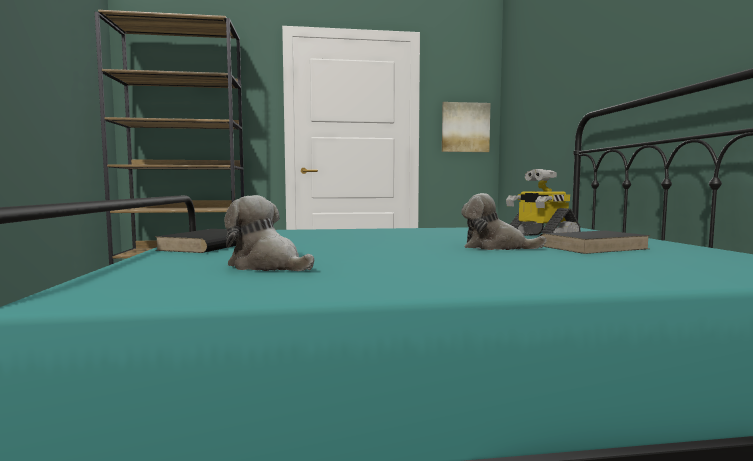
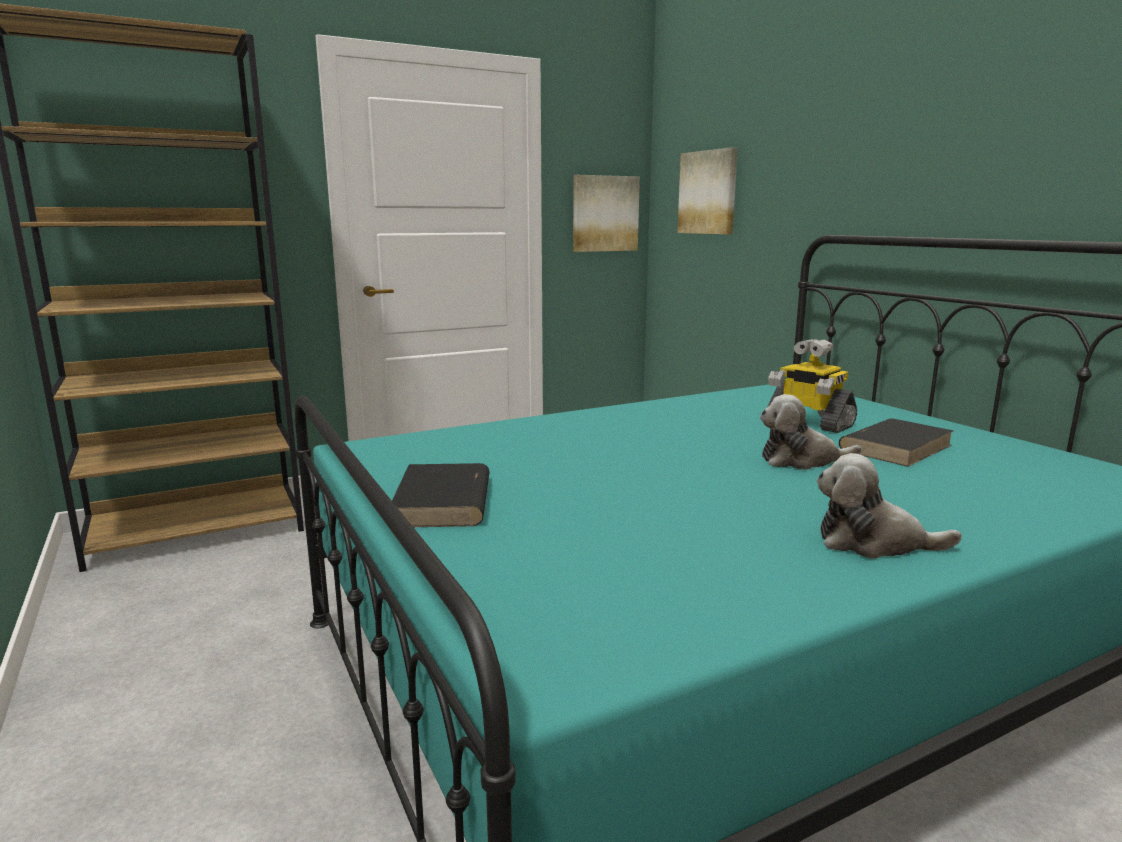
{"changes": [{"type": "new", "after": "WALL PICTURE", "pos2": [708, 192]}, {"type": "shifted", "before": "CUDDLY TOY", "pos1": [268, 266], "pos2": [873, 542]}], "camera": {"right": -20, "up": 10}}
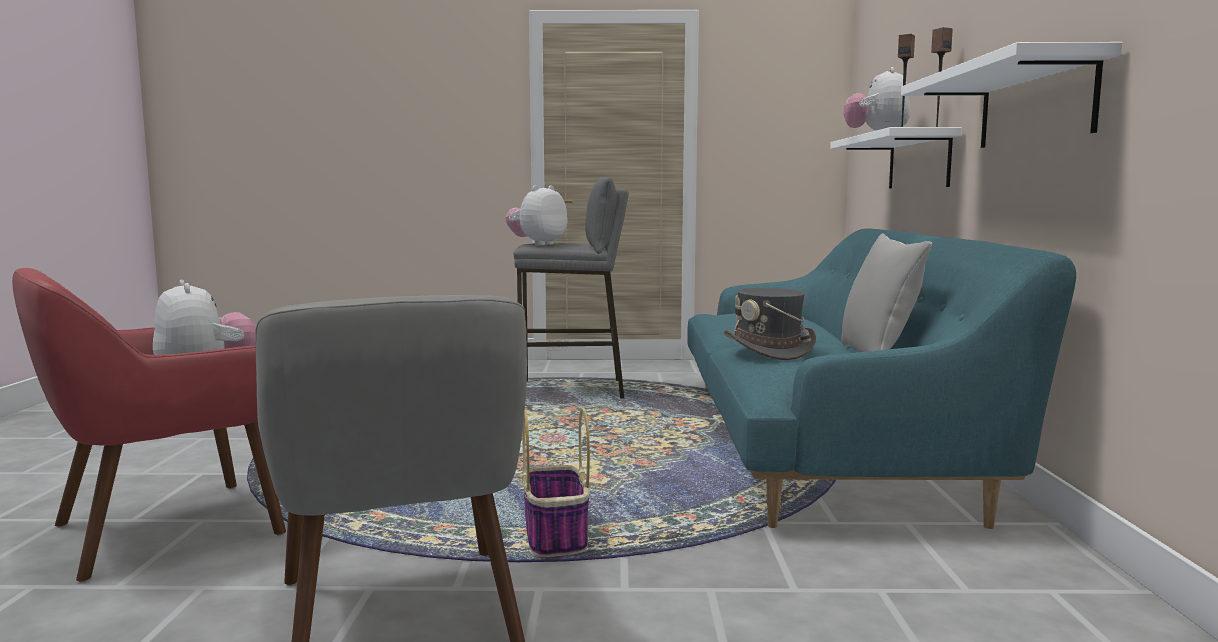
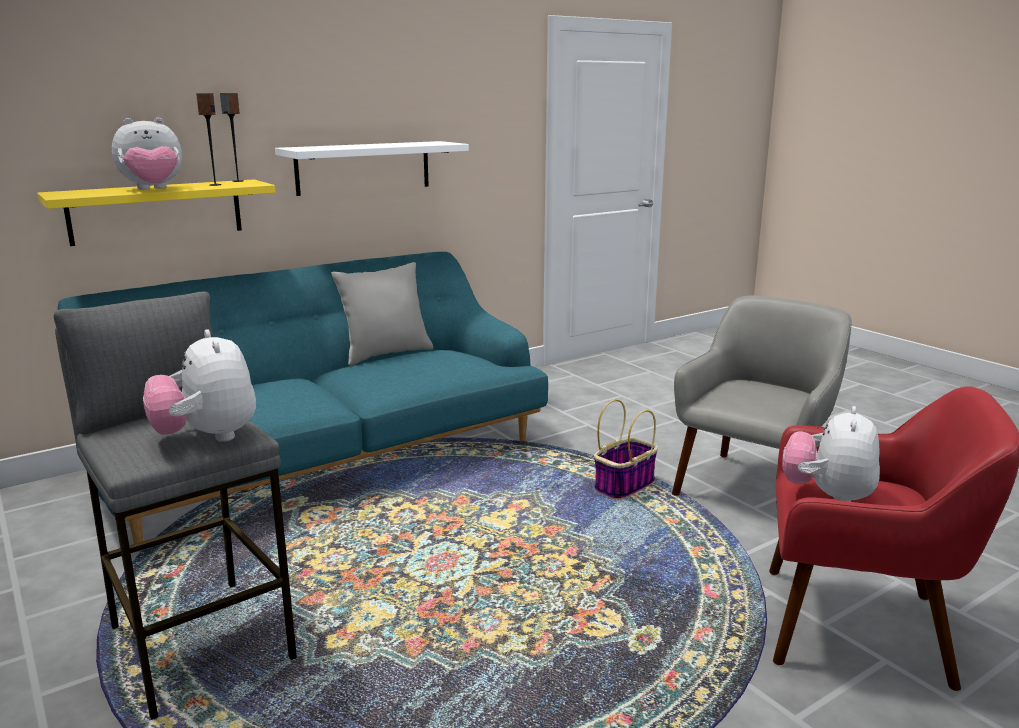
{"changes": [{"type": "gone", "before": "GREYISH WEARABLE HAT", "pos1": [769, 350]}, {"type": "repainted", "before": "WHITE BRACKET SHELF", "after": "YELLOWISH BRACKET SHELF", "pos1": [918, 161], "pos2": [156, 211]}, {"type": "rotated", "before": "CUDDLY TOY", "pos1": [537, 244], "pos2": [207, 437], "turn": 60}], "camera": {"right": -125, "up": 10}}
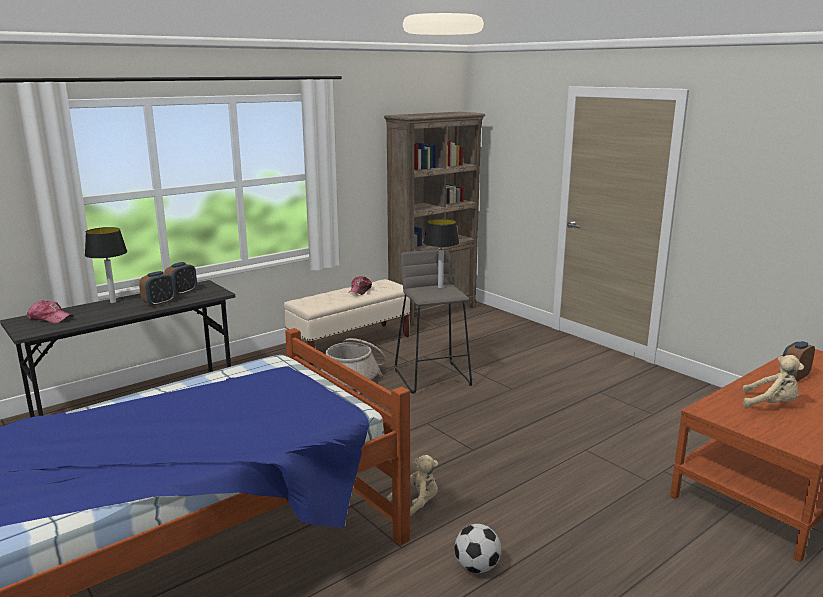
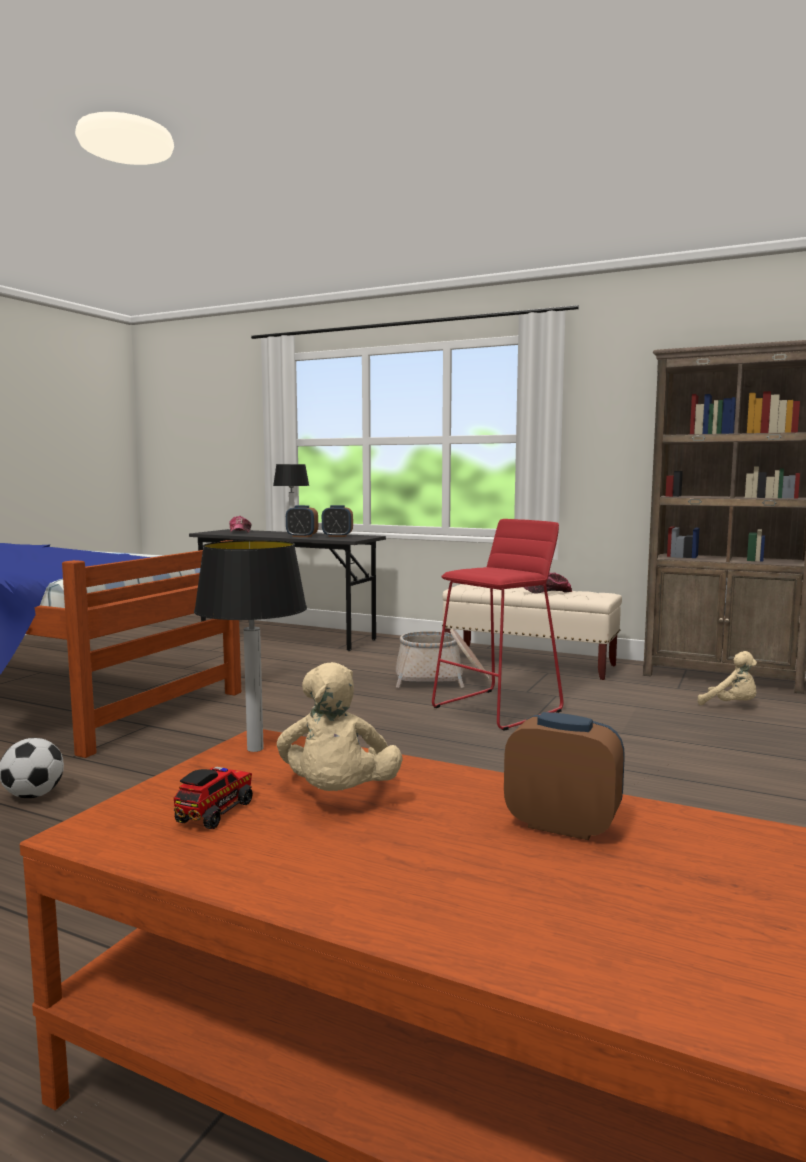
{"changes": [{"type": "new", "after": "MODEL TRUCK", "pos2": [216, 812]}, {"type": "shifted", "before": "BEIGE-COLOURED CUDDLY TOY", "pos1": [416, 505], "pos2": [731, 705]}, {"type": "shifted", "before": "TABLE LAMP", "pos1": [440, 287], "pos2": [256, 748]}, {"type": "repainted", "before": "GREYISH SITTING STOOL", "after": "RED-COLOURED SITTING STOOL", "pos1": [433, 377], "pos2": [497, 709]}], "camera": {"right": 65, "up": -10}}
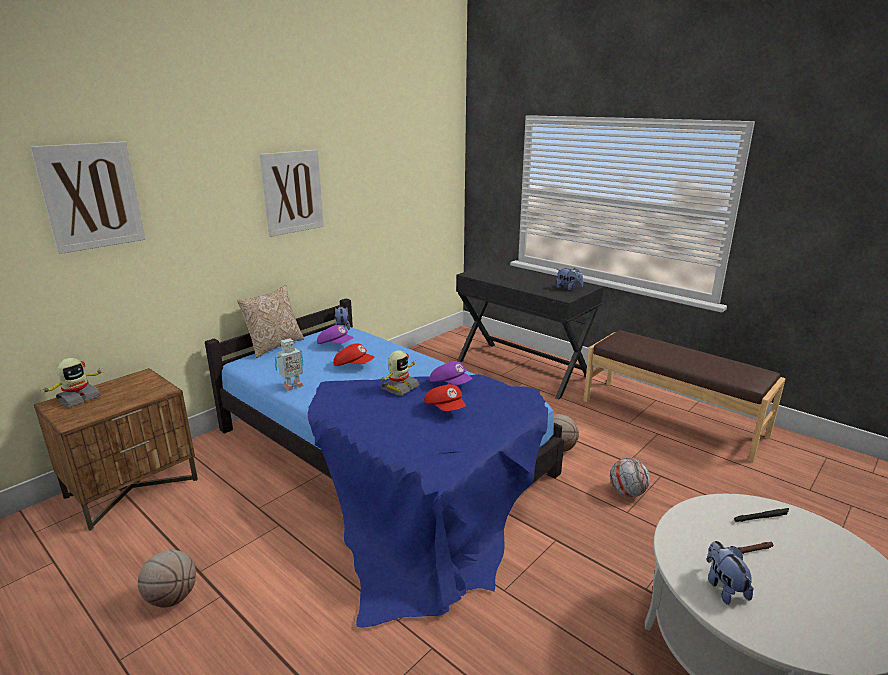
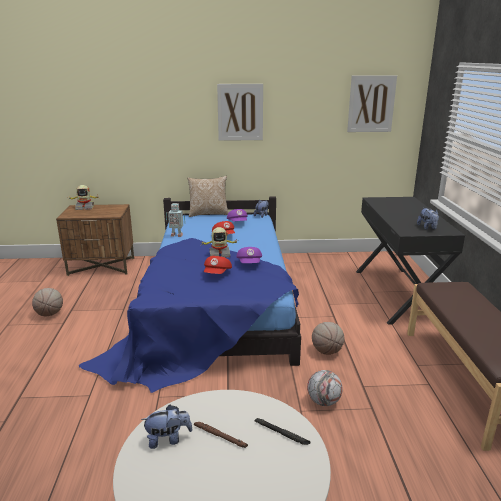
{"changes": [{"type": "shifted", "before": "WALL PICTURE", "pos1": [91, 196], "pos2": [371, 104]}, {"type": "rotated", "before": "CUDDLY TOY", "pos1": [723, 587], "pos2": [168, 439], "turn": 45}], "camera": {"right": 45, "up": 0}}
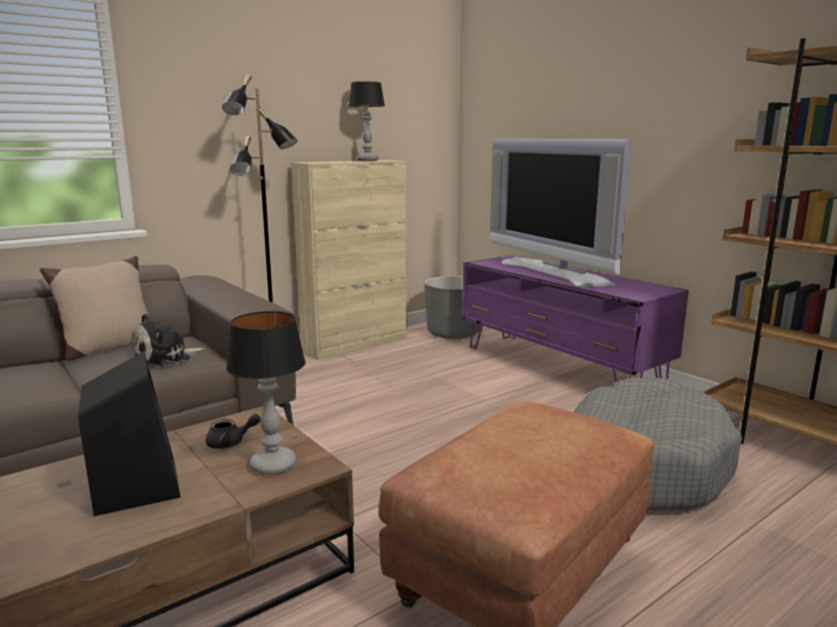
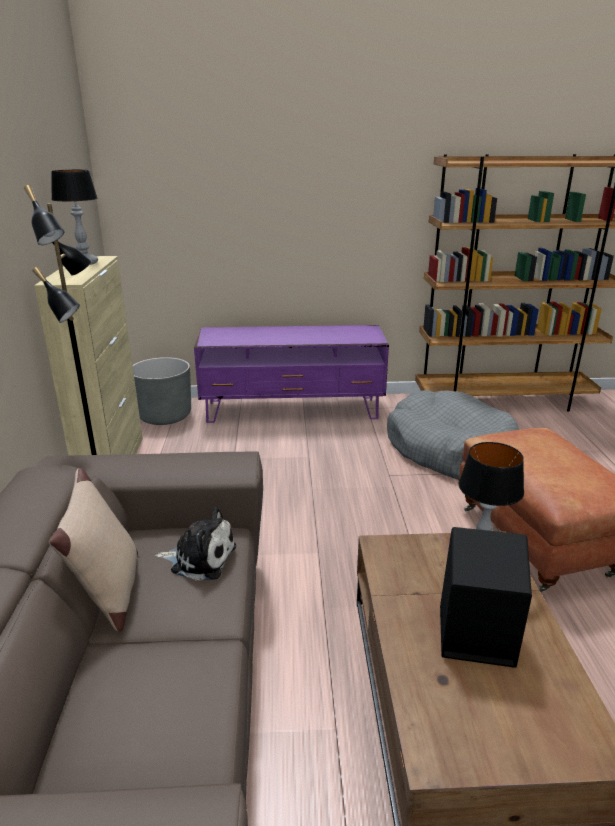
{"changes": [{"type": "gone", "before": "GREYISH TEAPOT", "pos1": [231, 443]}, {"type": "gone", "before": "TV SET", "pos1": [554, 272]}, {"type": "rotated", "before": "CUDDLY TOY", "pos1": [167, 357], "pos2": [200, 558], "turn": -75}], "camera": {"right": -55, "up": 10}}
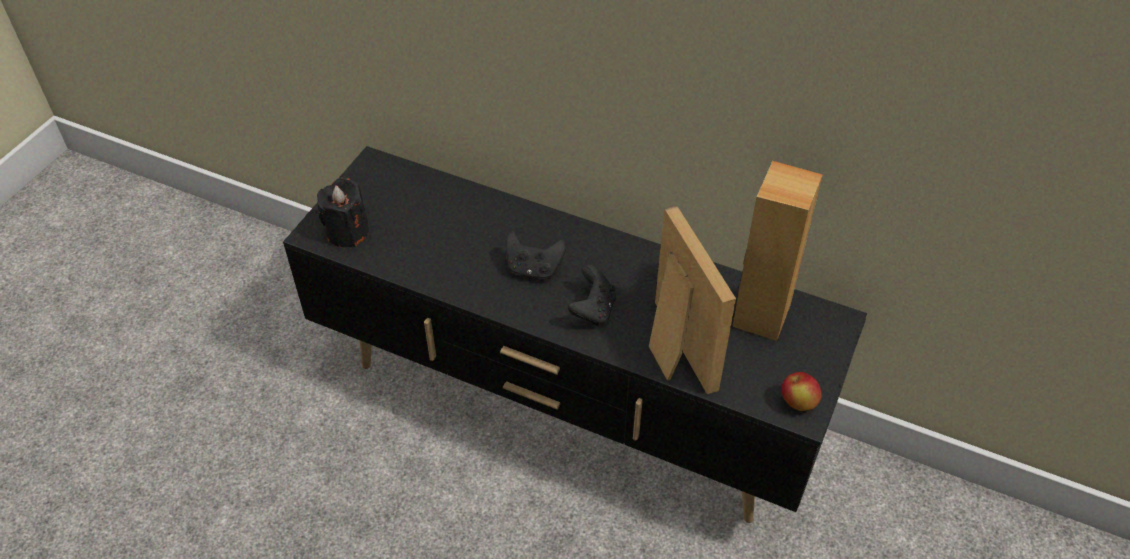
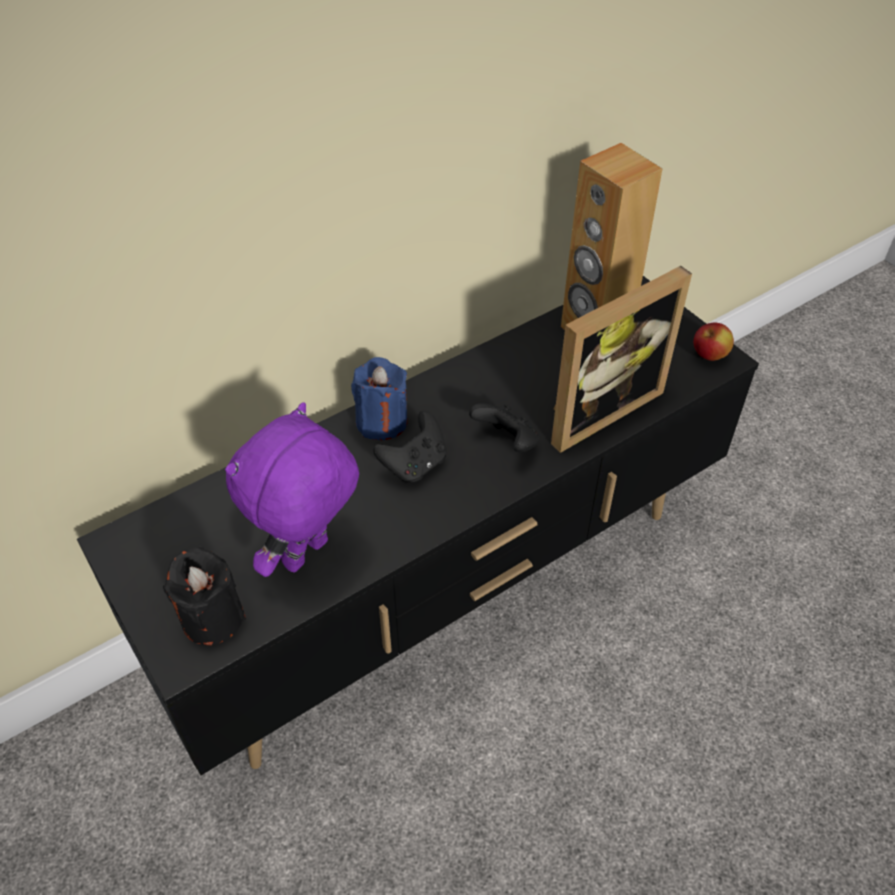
{"changes": [{"type": "new", "after": "PURPLISH CUDDLY TOY", "pos2": [307, 556]}, {"type": "new", "after": "BLUE-COLOURED WAX CANDLE", "pos2": [382, 421]}, {"type": "rotated", "before": "PICTURE FRAME", "pos1": [672, 349], "pos2": [597, 408], "turn": 135}], "camera": {"right": -60, "up": 0}}
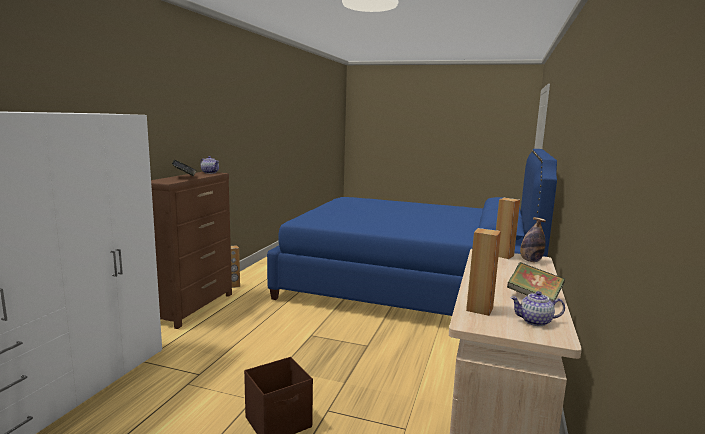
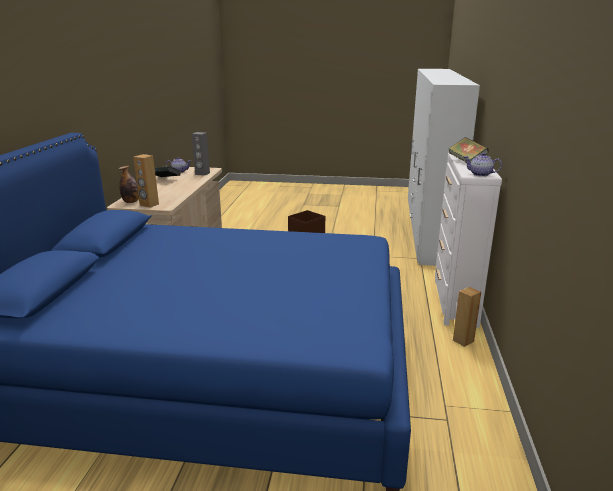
{"changes": [{"type": "repainted", "before": "BROWN DRAWER CHEST", "after": "WHITE DRAWER CHEST", "pos1": [195, 307], "pos2": [455, 302]}, {"type": "repainted", "before": "BROWN LOUDSPEAKER", "after": "GREYISH LOUDSPEAKER", "pos1": [479, 309], "pos2": [202, 174]}], "camera": {"right": 170, "up": 10}}
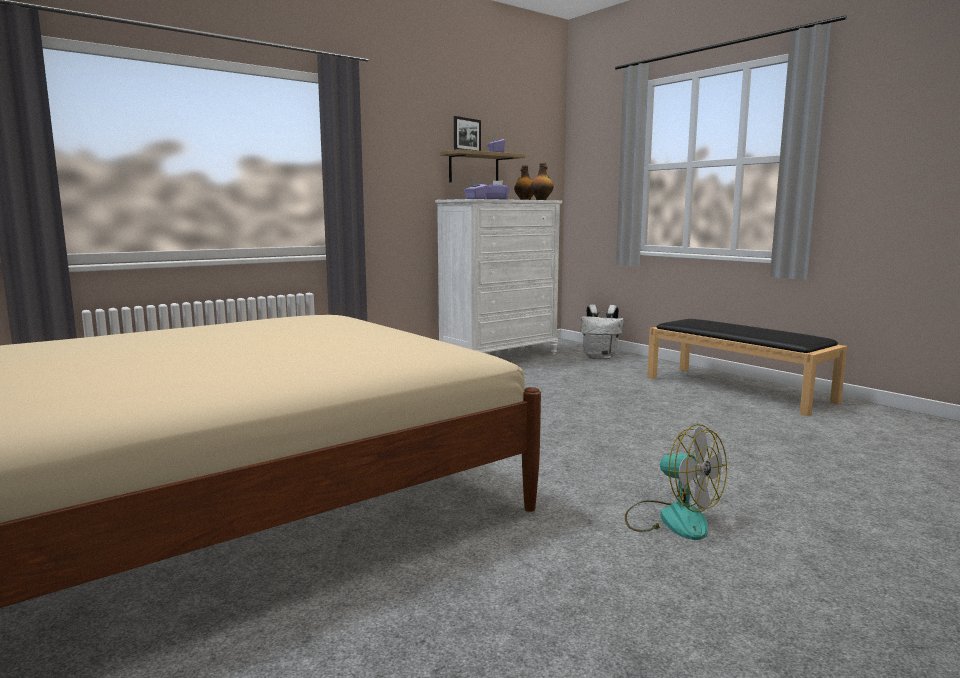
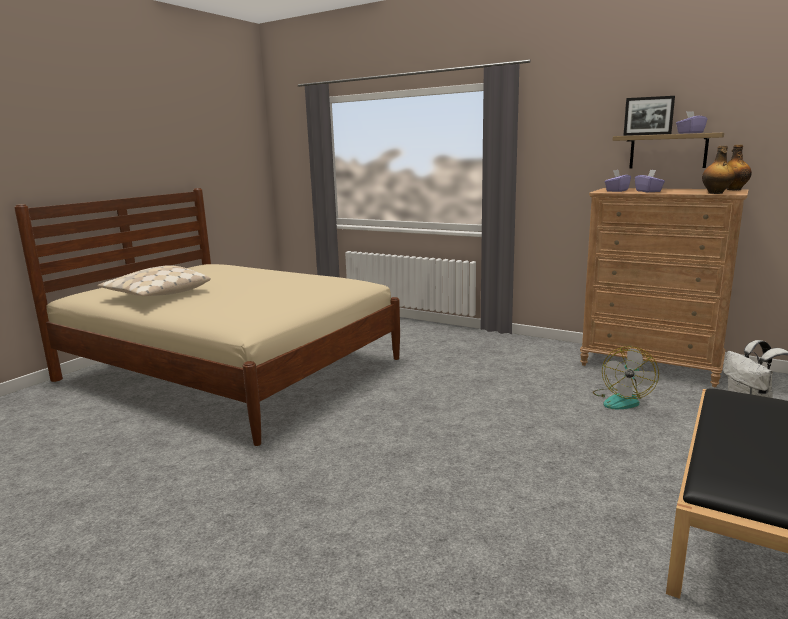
{"changes": [{"type": "new", "after": "BEIGE-COLOURED THROW PILLOW", "pos2": [156, 295]}, {"type": "shifted", "before": "COOLING FAN", "pos1": [671, 519], "pos2": [622, 400]}, {"type": "repainted", "before": "WHITE DRAWER CHEST", "after": "BROWN DRAWER CHEST", "pos1": [499, 356], "pos2": [650, 366]}], "camera": {"right": 70, "up": 5}}
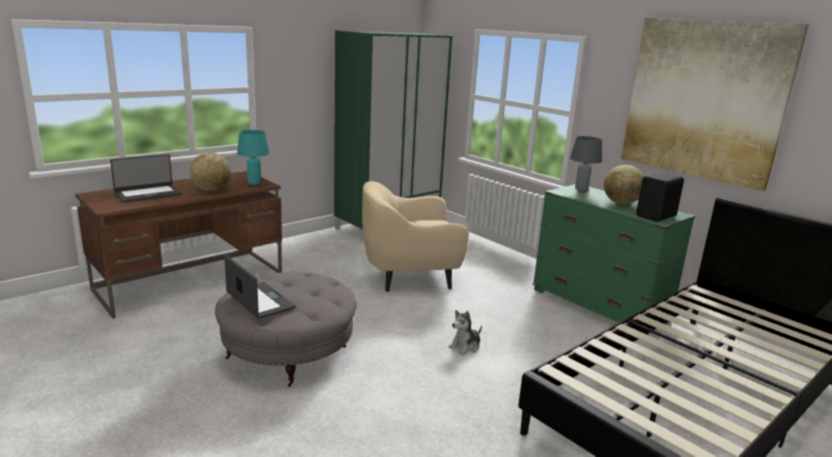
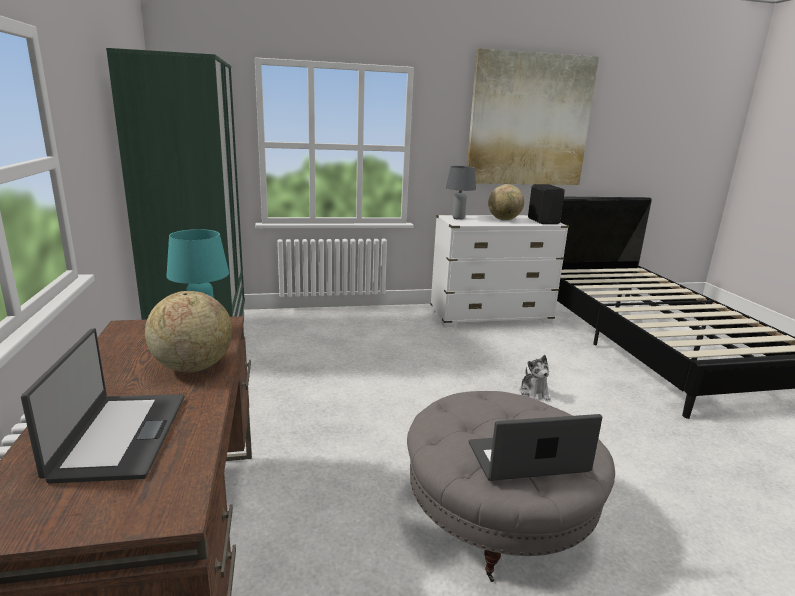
{"changes": [{"type": "gone", "before": "BEIGE-COLOURED ARMCHAIR", "pos1": [409, 276]}, {"type": "repainted", "before": "GREEN-COLOURED DRAWER CHEST", "after": "WHITE DRAWER CHEST", "pos1": [599, 306], "pos2": [490, 317]}], "camera": {"right": -60, "up": 0}}
